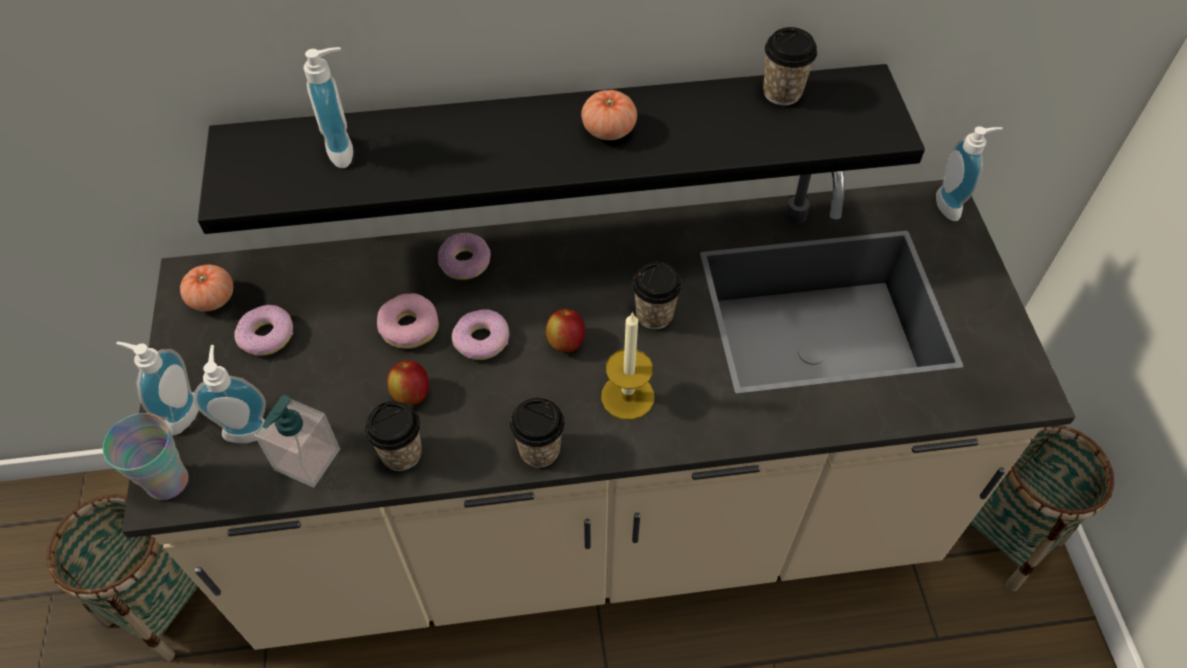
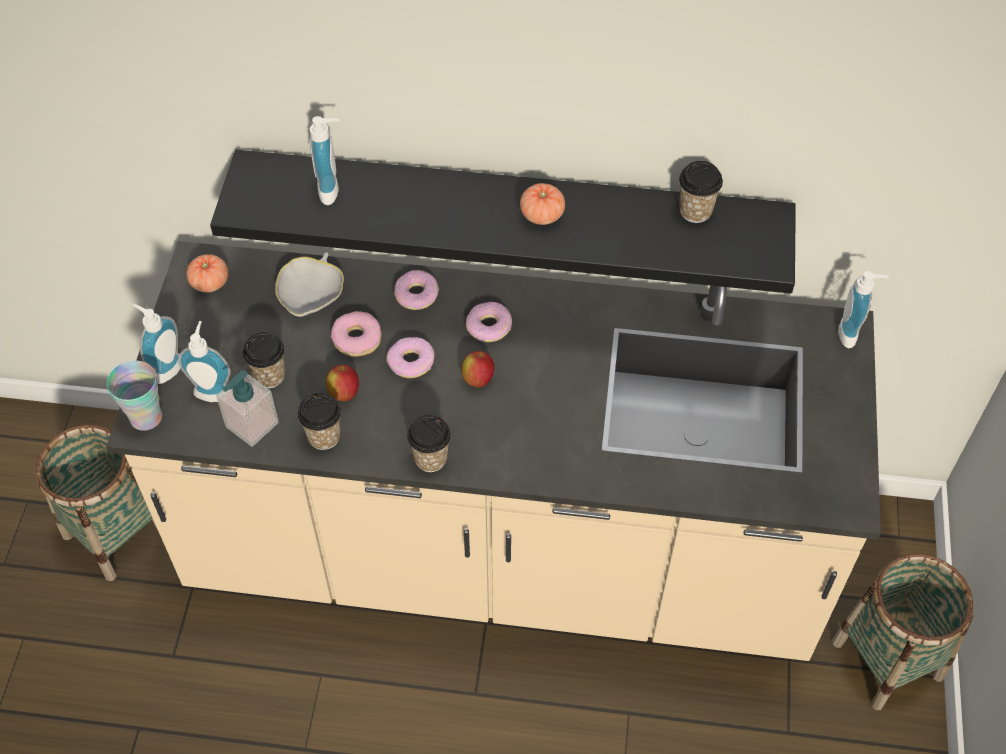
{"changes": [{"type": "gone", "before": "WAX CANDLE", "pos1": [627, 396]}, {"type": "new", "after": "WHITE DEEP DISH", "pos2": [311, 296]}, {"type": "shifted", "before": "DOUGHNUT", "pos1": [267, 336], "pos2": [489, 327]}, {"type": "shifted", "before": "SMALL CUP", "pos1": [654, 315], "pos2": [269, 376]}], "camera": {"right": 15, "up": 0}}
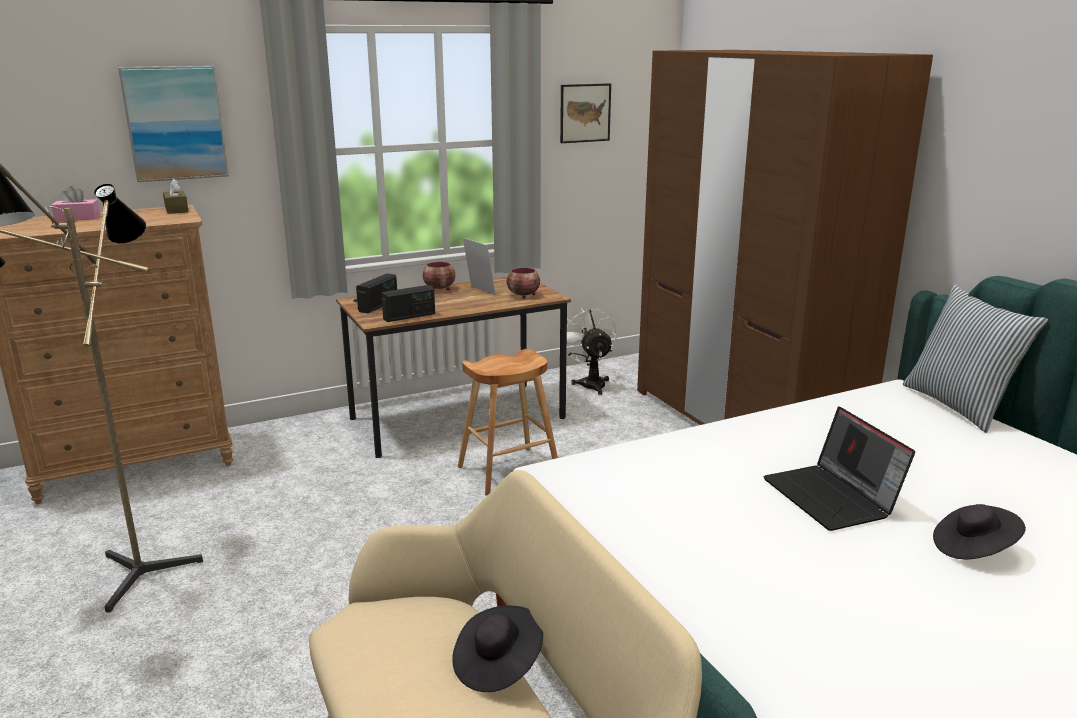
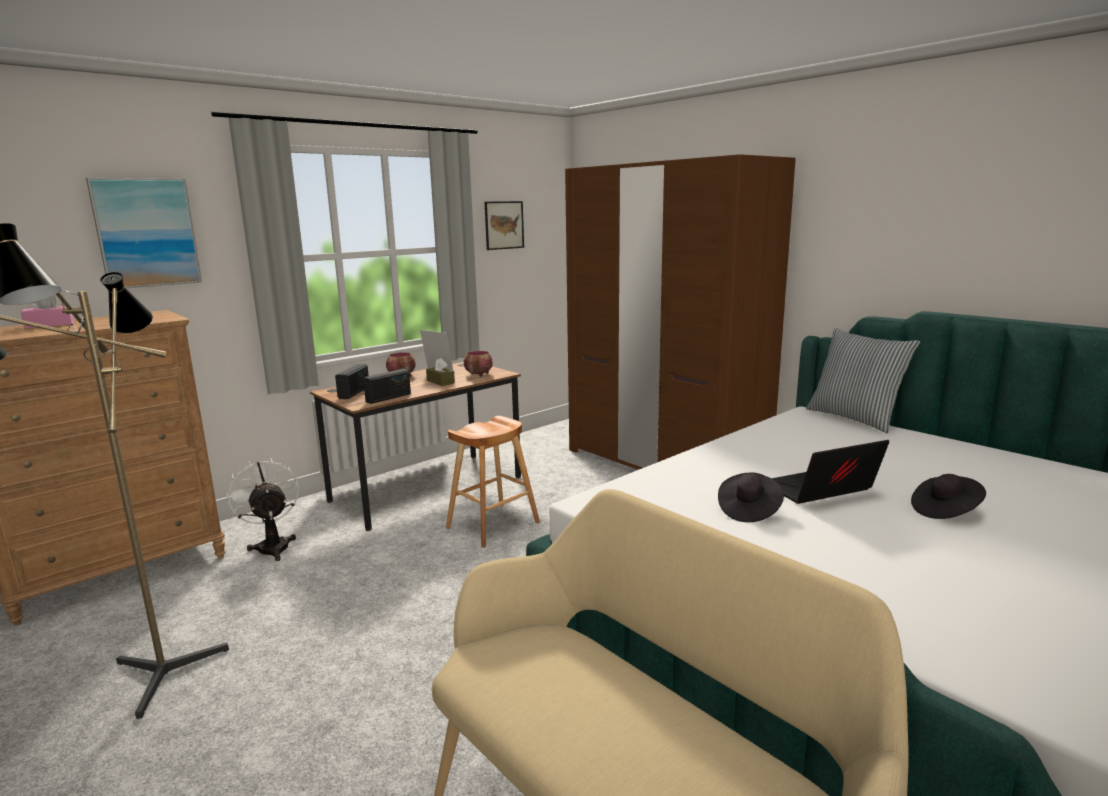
{"changes": [{"type": "shifted", "before": "BROWN TISSUE HOLDER", "pos1": [176, 209], "pos2": [440, 382]}, {"type": "shifted", "before": "BLACK-COLOURED WEARABLE HAT", "pos1": [497, 665], "pos2": [748, 510]}, {"type": "shifted", "before": "WHITE COOLING FAN", "pos1": [591, 383], "pos2": [272, 546]}, {"type": "rotated", "before": "NOTEBOOK COMPUTER", "pos1": [833, 498], "pos2": [819, 490], "turn": 105}], "camera": {"right": -15, "up": -5}}
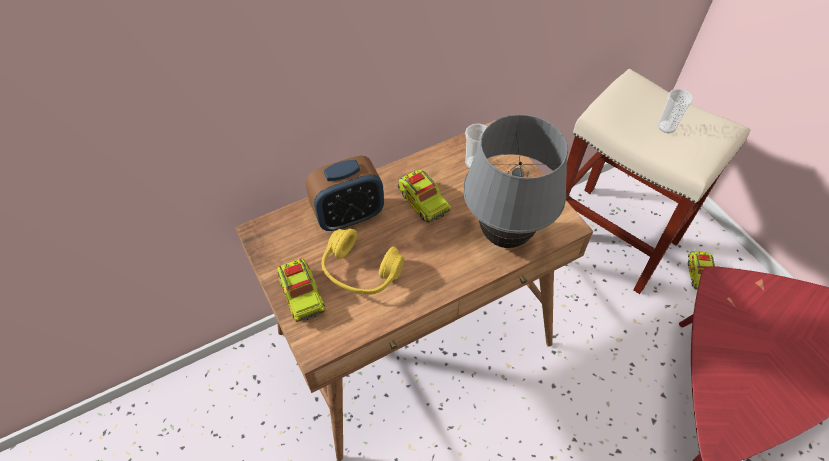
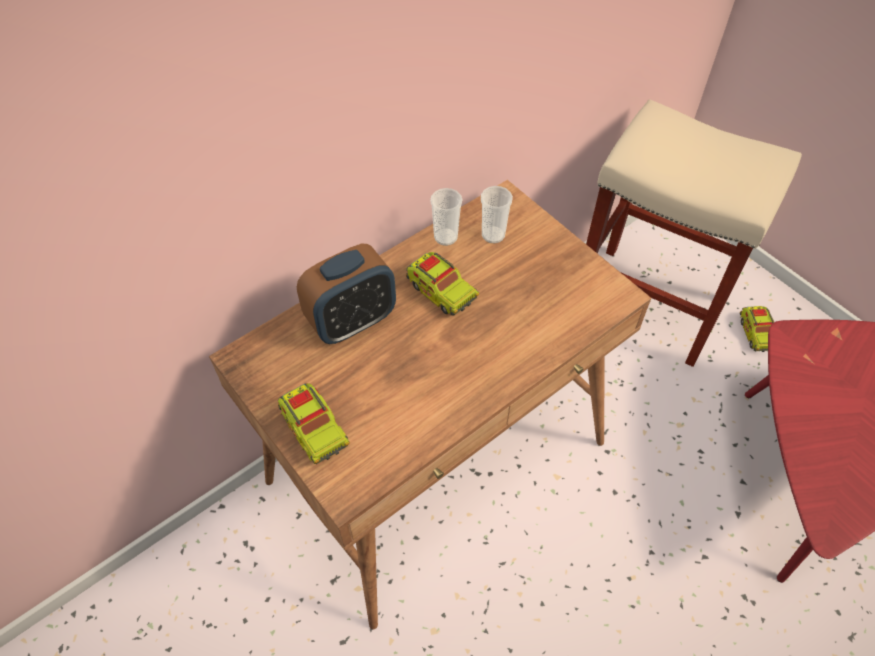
{"changes": [{"type": "gone", "before": "YELLOWISH HEADPHONES", "pos1": [360, 271]}, {"type": "gone", "before": "GREYISH TABLE LAMP", "pos1": [505, 237]}, {"type": "shifted", "before": "SMALL CUP", "pos1": [666, 127], "pos2": [445, 237]}], "camera": {"right": -10, "up": 0}}
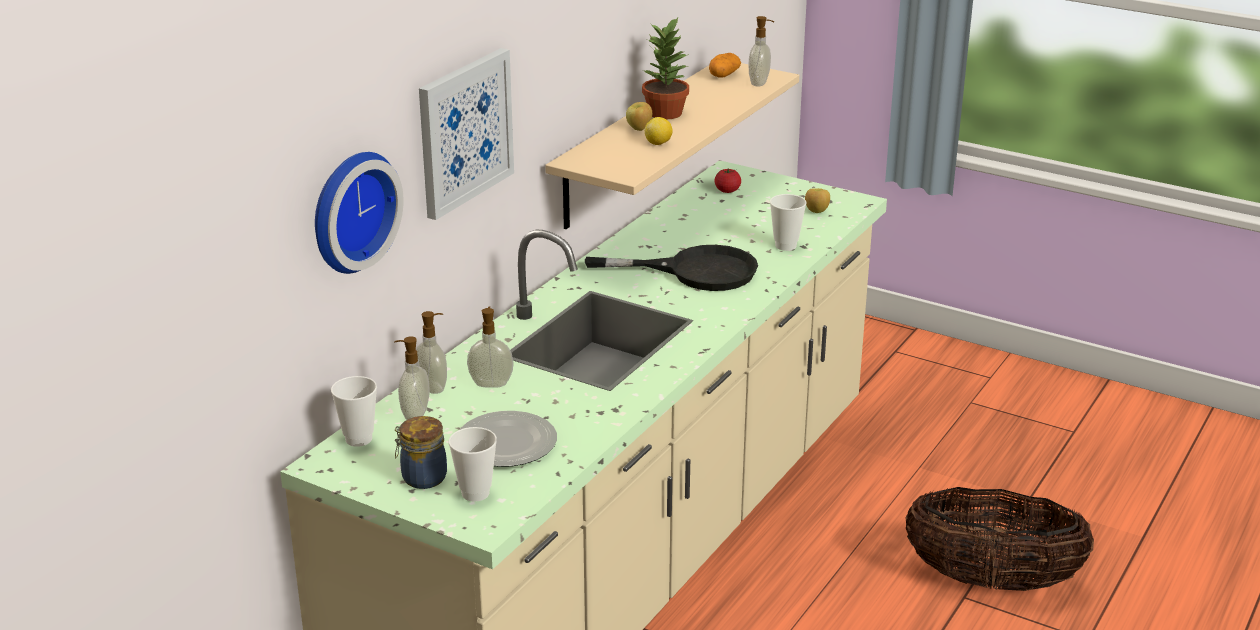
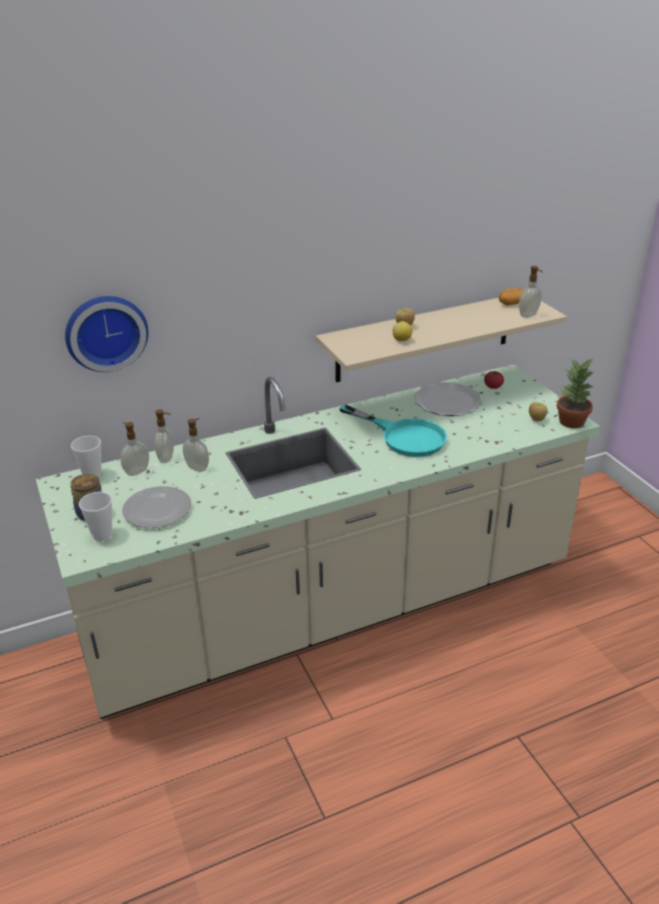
{"changes": [{"type": "gone", "before": "WALL PICTURE", "pos1": [464, 131]}, {"type": "gone", "before": "SMALL CUP", "pos1": [785, 246]}, {"type": "gone", "before": "STORAGE BASKET", "pos1": [991, 580]}, {"type": "new", "after": "DINNER PLATE", "pos2": [448, 402]}, {"type": "shifted", "before": "PLANT IN A POT", "pos1": [666, 113], "pos2": [572, 422]}, {"type": "repainted", "before": "BLACK-COLOURED PAN", "after": "TURQUOISE PAN", "pos1": [695, 271], "pos2": [404, 436]}], "camera": {"right": 35, "up": 5}}
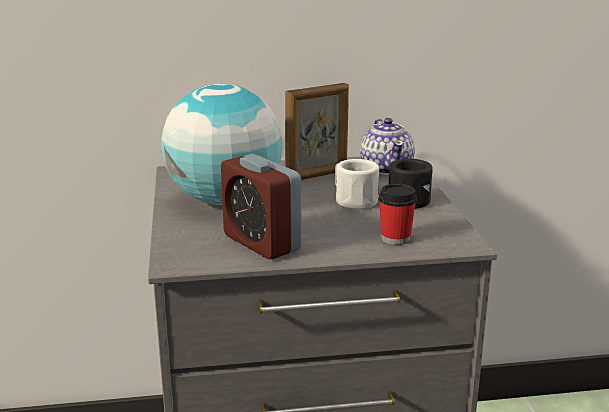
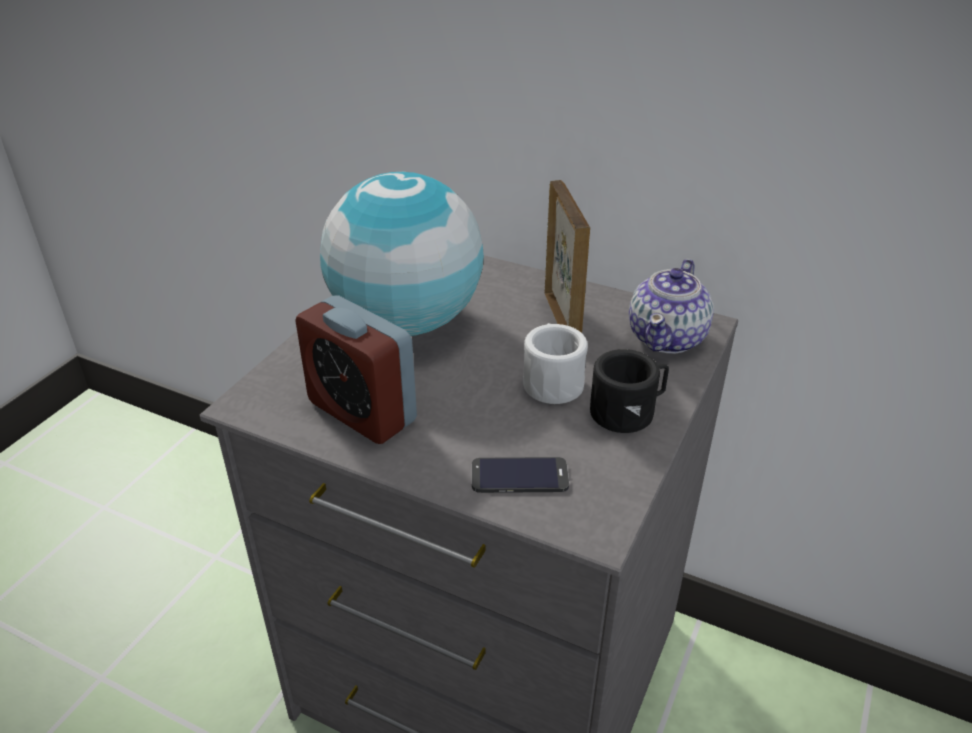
{"changes": [{"type": "swapped", "before": "SMALL CUP", "after": "TELEPHONE", "pos1": [395, 238], "pos2": [519, 476]}, {"type": "rotated", "before": "ALARM CLOCK", "pos1": [261, 243], "pos2": [362, 411], "turn": -45}, {"type": "rotated", "before": "PICTURE FRAME", "pos1": [317, 175], "pos2": [562, 318], "turn": -105}], "camera": {"right": 35, "up": 15}}
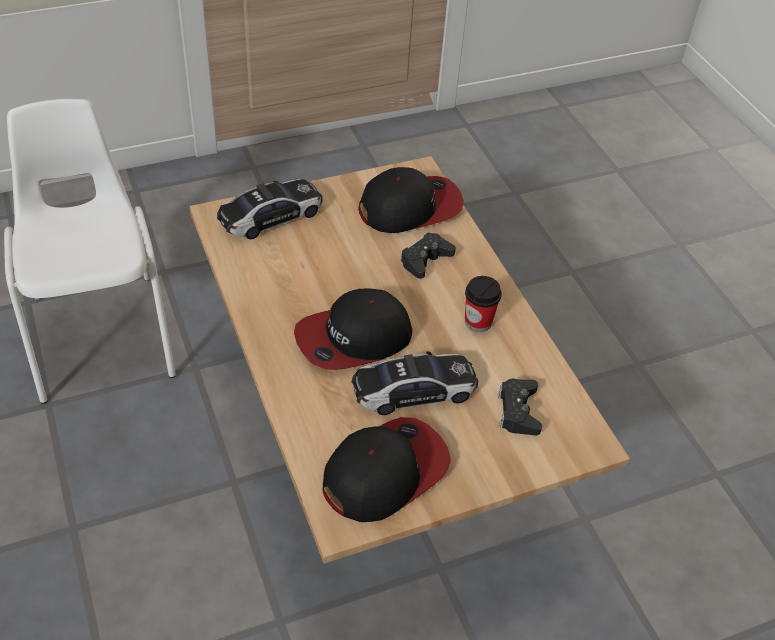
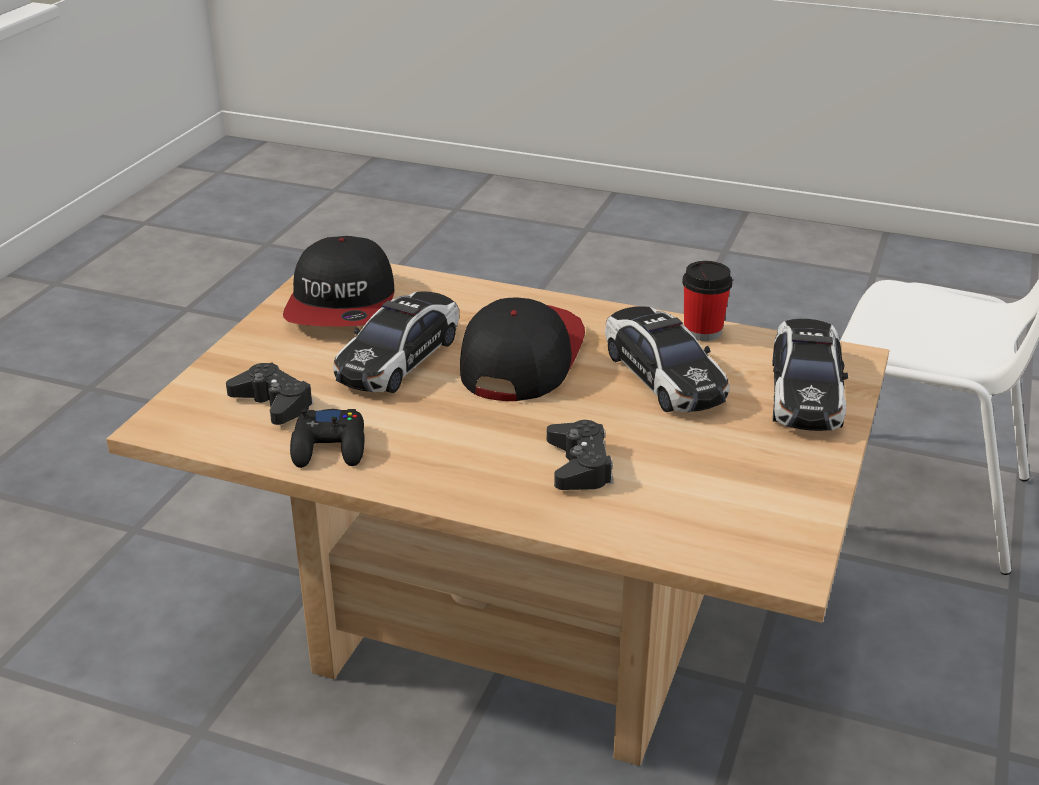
{"changes": [{"type": "gone", "before": "CAP", "pos1": [410, 207]}, {"type": "new", "after": "BLACK-COLOURED GAMEPAD", "pos2": [330, 447]}, {"type": "new", "after": "TOY CAR", "pos2": [663, 376]}, {"type": "shifted", "before": "SMALL CUP", "pos1": [478, 321], "pos2": [702, 331]}], "camera": {"right": 135, "up": -15}}
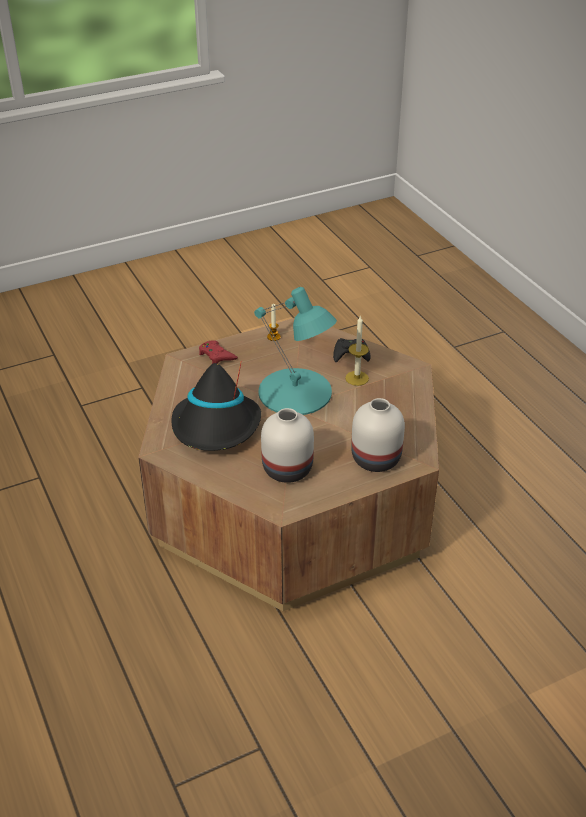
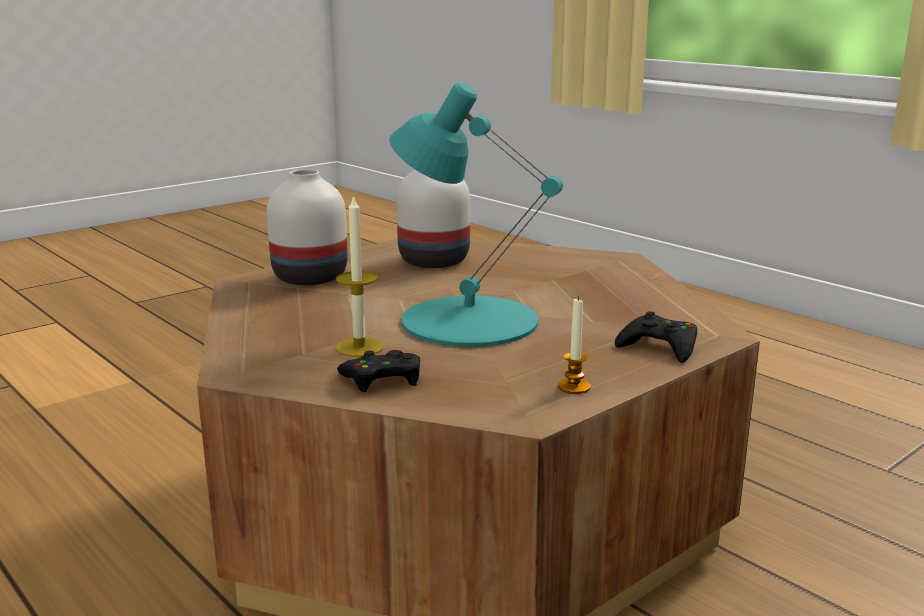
{"changes": [{"type": "gone", "before": "BLACK-COLOURED WEARABLE HAT", "pos1": [216, 427]}, {"type": "repainted", "before": "RED-COLOURED GAMEPAD", "after": "BLACK-COLOURED GAMEPAD", "pos1": [216, 356], "pos2": [660, 347]}], "camera": {"right": 165, "up": -20}}
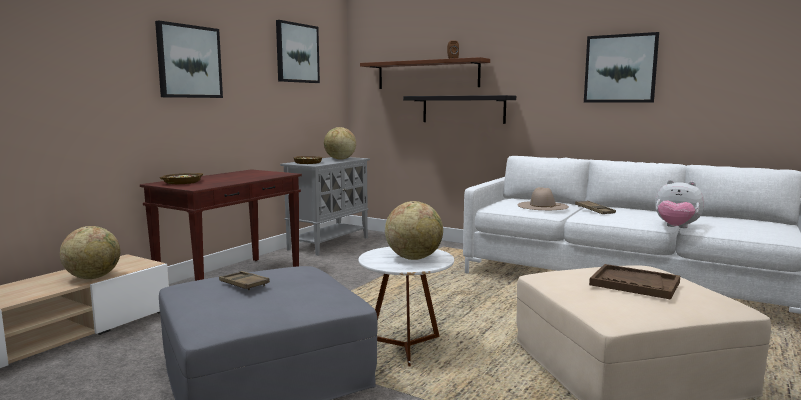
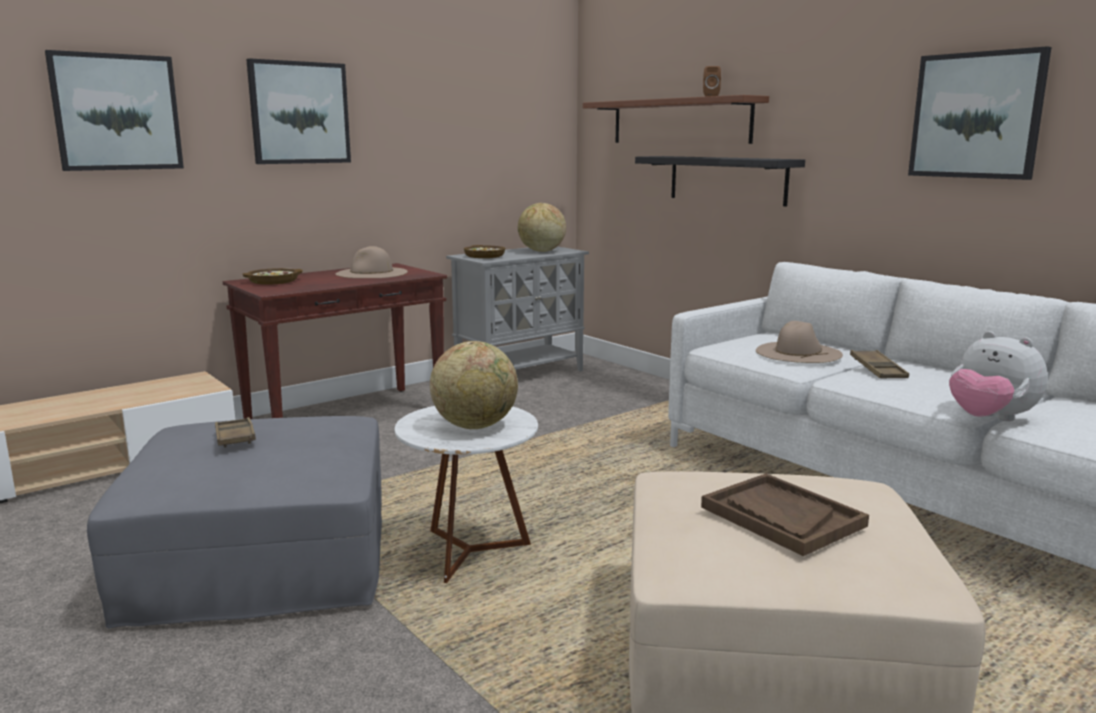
{"changes": [{"type": "gone", "before": "GLOBE", "pos1": [93, 277]}, {"type": "new", "after": "BEIGE-COLOURED WEARABLE HAT", "pos2": [371, 273]}, {"type": "shifted", "before": "WALL PICTURE", "pos1": [297, 53], "pos2": [117, 112]}], "camera": {"right": 20, "up": 5}}
